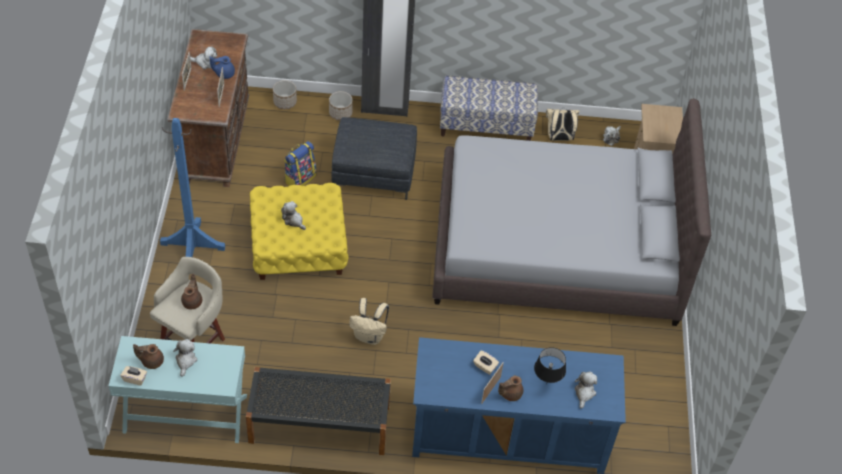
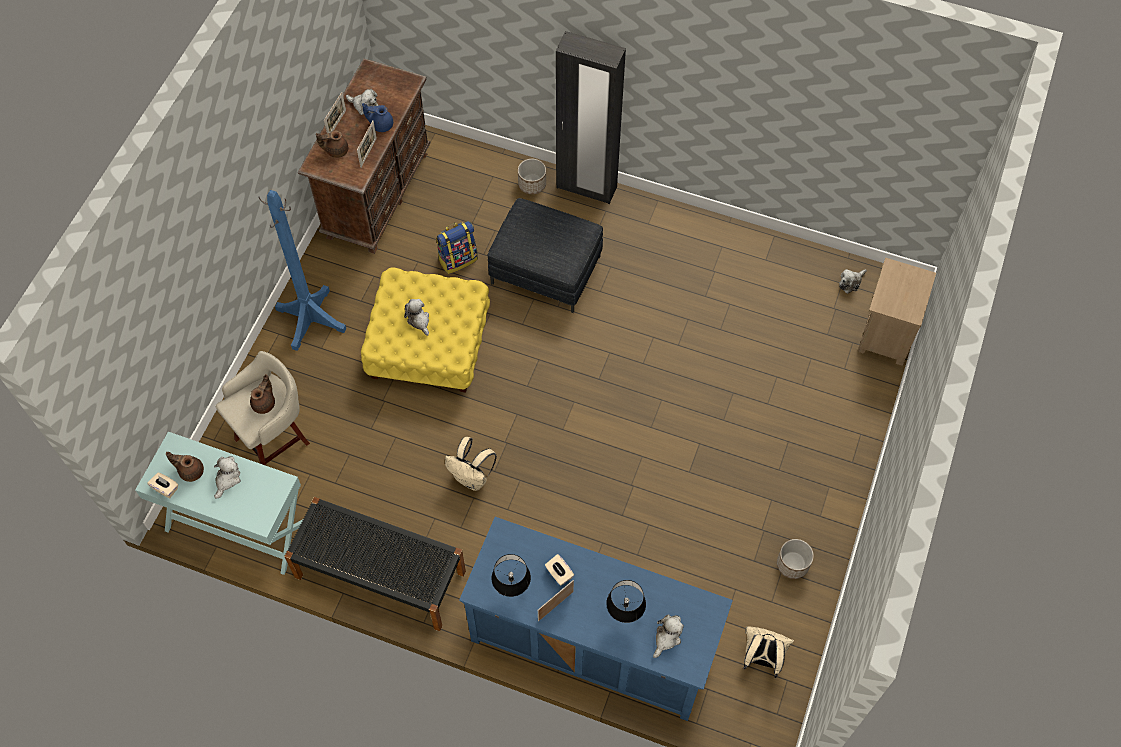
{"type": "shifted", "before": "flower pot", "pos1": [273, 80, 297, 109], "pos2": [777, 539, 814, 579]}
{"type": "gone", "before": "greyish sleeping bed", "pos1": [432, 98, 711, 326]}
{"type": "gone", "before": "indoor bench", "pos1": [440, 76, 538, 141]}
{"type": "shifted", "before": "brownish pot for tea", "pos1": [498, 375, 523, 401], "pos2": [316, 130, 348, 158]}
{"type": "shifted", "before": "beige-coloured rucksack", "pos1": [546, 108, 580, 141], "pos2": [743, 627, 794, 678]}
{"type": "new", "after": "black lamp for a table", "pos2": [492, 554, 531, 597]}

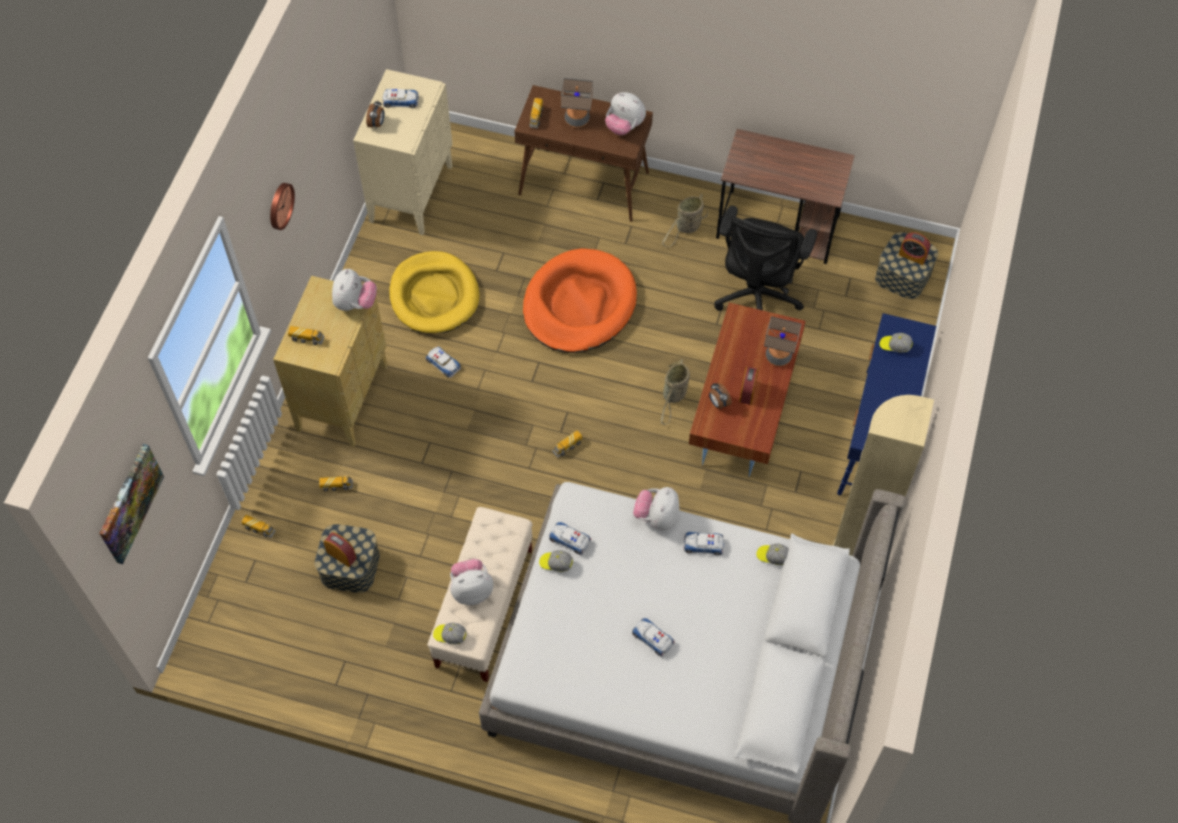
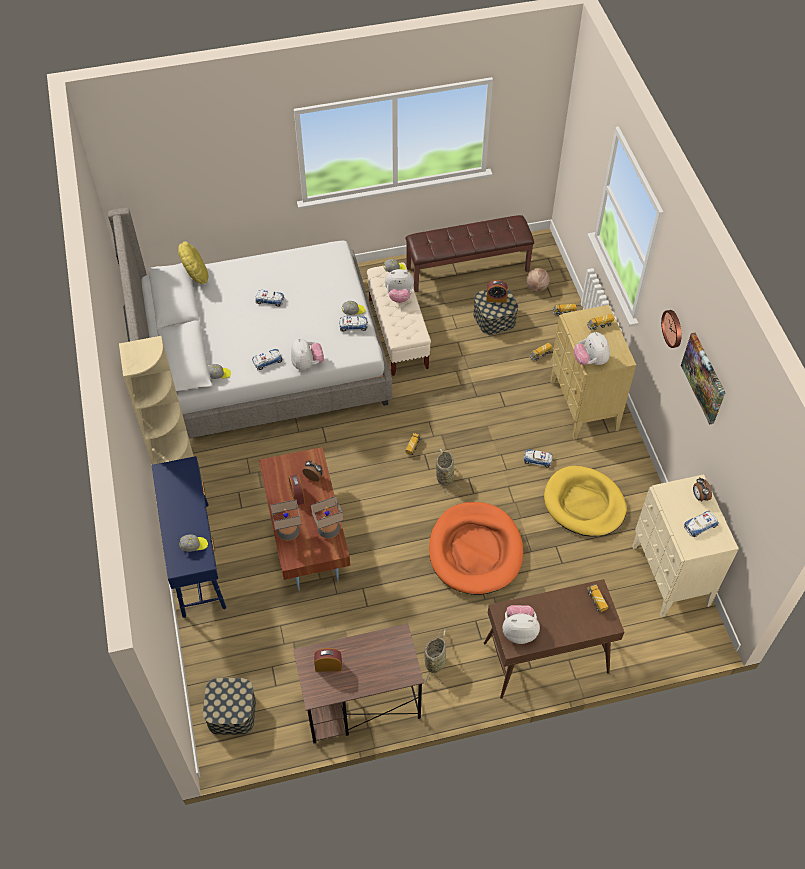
{"type": "shifted", "before": "wall picture", "pos1": [99, 444, 164, 564], "pos2": [681, 333, 725, 425]}
{"type": "rotated", "before": "soft toy", "pos1": [450, 559, 493, 605], "pos2": [385, 269, 414, 303], "turn": 45}
{"type": "shifted", "before": "lamp for a table", "pos1": [561, 78, 593, 128], "pos2": [311, 496, 343, 539]}
{"type": "shifted", "before": "basket", "pos1": [661, 359, 690, 425], "pos2": [436, 448, 462, 496]}
{"type": "gone", "before": "black computer chair", "pos1": [714, 206, 817, 311]}
{"type": "shifted", "before": "bedside clock", "pos1": [899, 232, 930, 265], "pos2": [314, 648, 342, 672]}
{"type": "new", "after": "yellow-coloured throw pillow", "pos2": [178, 241, 209, 284]}
{"type": "new", "after": "brownish indoor bench", "pos2": [405, 215, 534, 292]}
{"type": "new", "after": "ball for basketball", "pos2": [526, 268, 550, 292]}

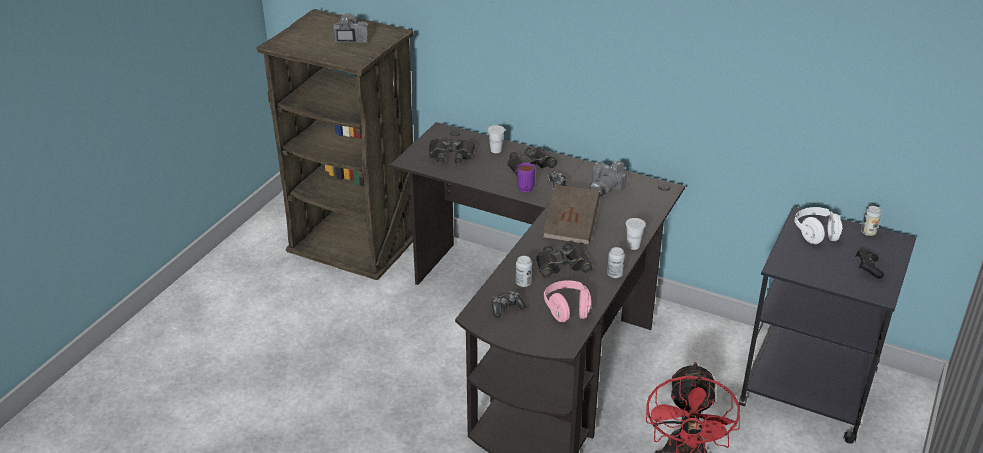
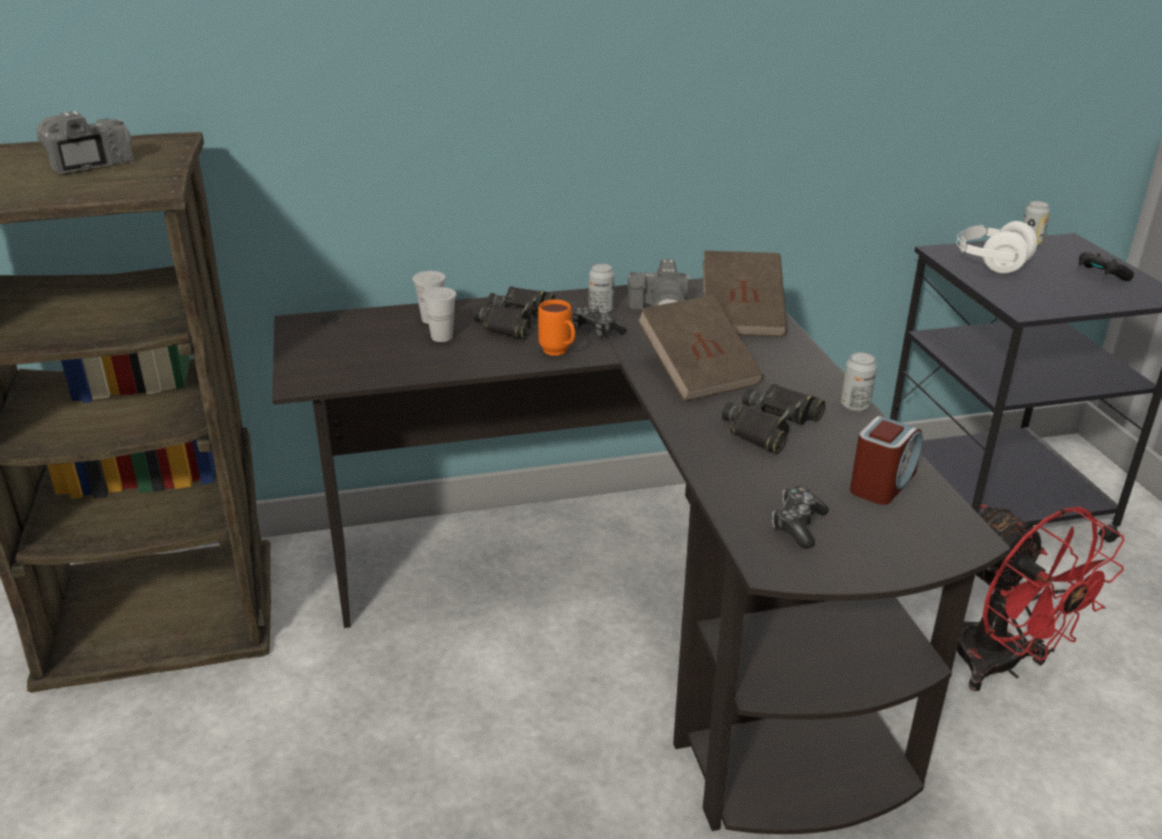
{"type": "gone", "before": "black field glasses", "pos1": [429, 138, 475, 165]}
{"type": "shifted", "before": "can", "pos1": [516, 256, 532, 287], "pos2": [589, 264, 614, 313]}
{"type": "repainted", "before": "purplish coffee mug", "after": "orange-coloured coffee mug", "pos1": [517, 163, 535, 193], "pos2": [538, 300, 575, 356]}
{"type": "swapped", "before": "pink-coloured headset", "after": "bedside clock", "pos1": [544, 280, 591, 322], "pos2": [850, 416, 923, 505]}
{"type": "shifted", "before": "white small cup", "pos1": [626, 218, 646, 250], "pos2": [422, 287, 457, 342]}
{"type": "new", "after": "brownish bound book", "pos2": [703, 251, 787, 337]}

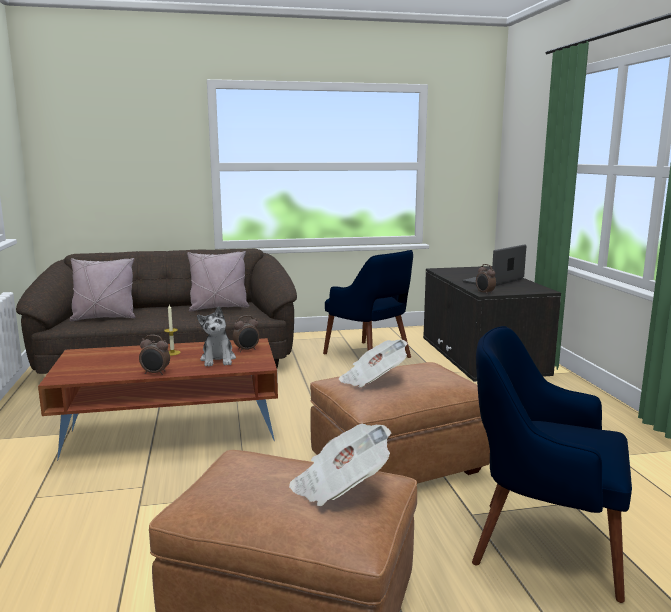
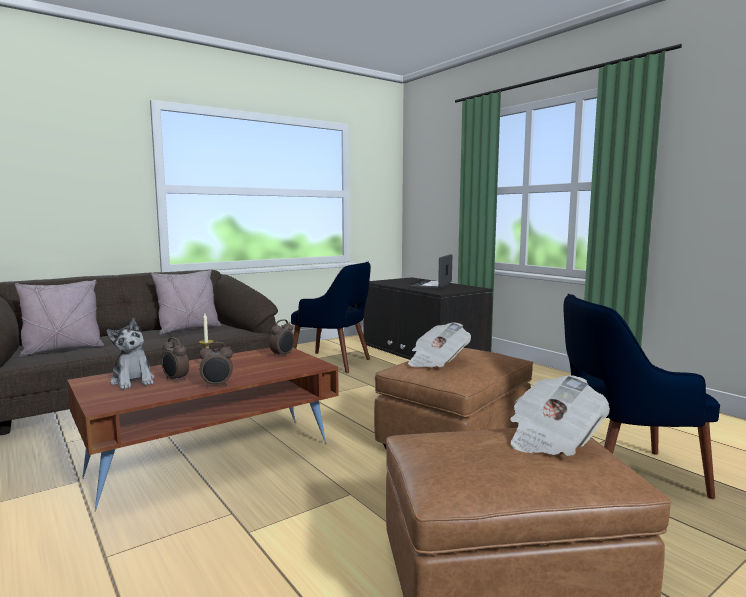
{"type": "shifted", "before": "soft toy", "pos1": [197, 307, 236, 366], "pos2": [107, 318, 155, 389]}
{"type": "shifted", "before": "bedside clock", "pos1": [476, 264, 496, 295], "pos2": [161, 337, 189, 383]}

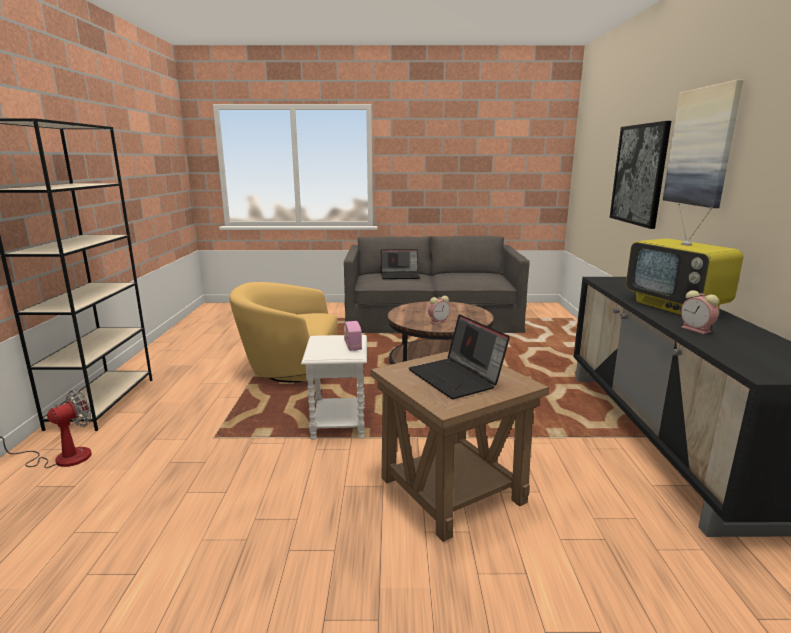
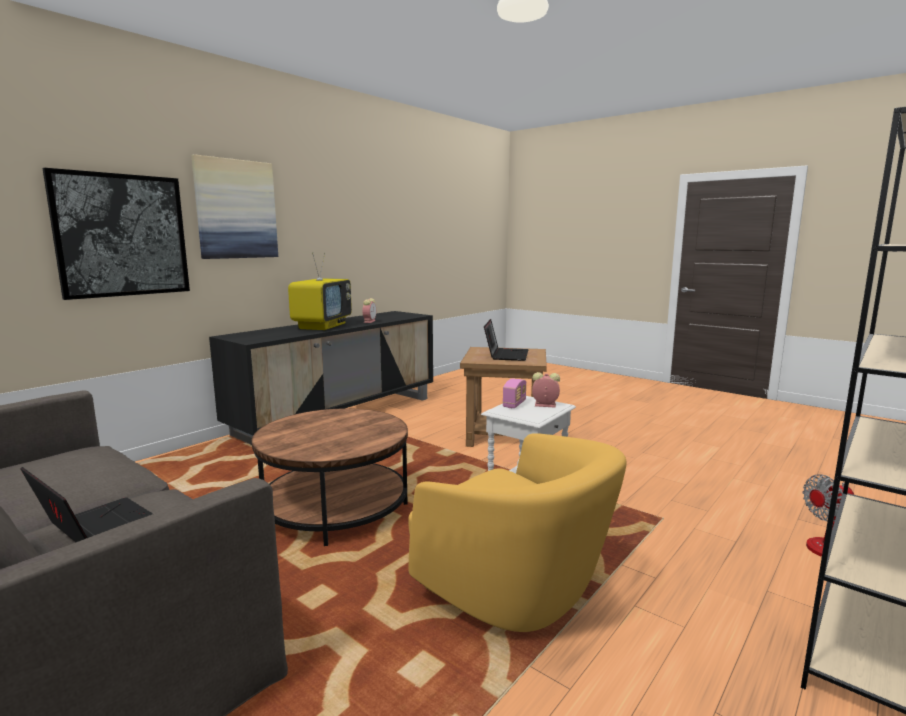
{"type": "shifted", "before": "bedside clock", "pos1": [428, 296, 450, 324], "pos2": [532, 372, 560, 408]}

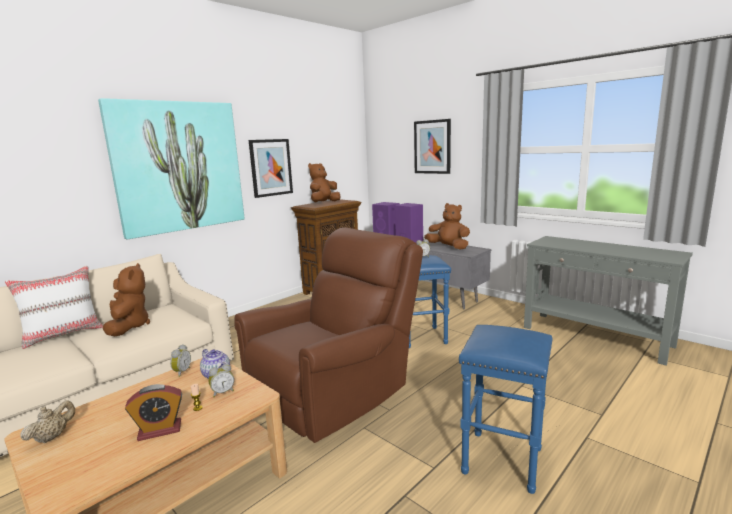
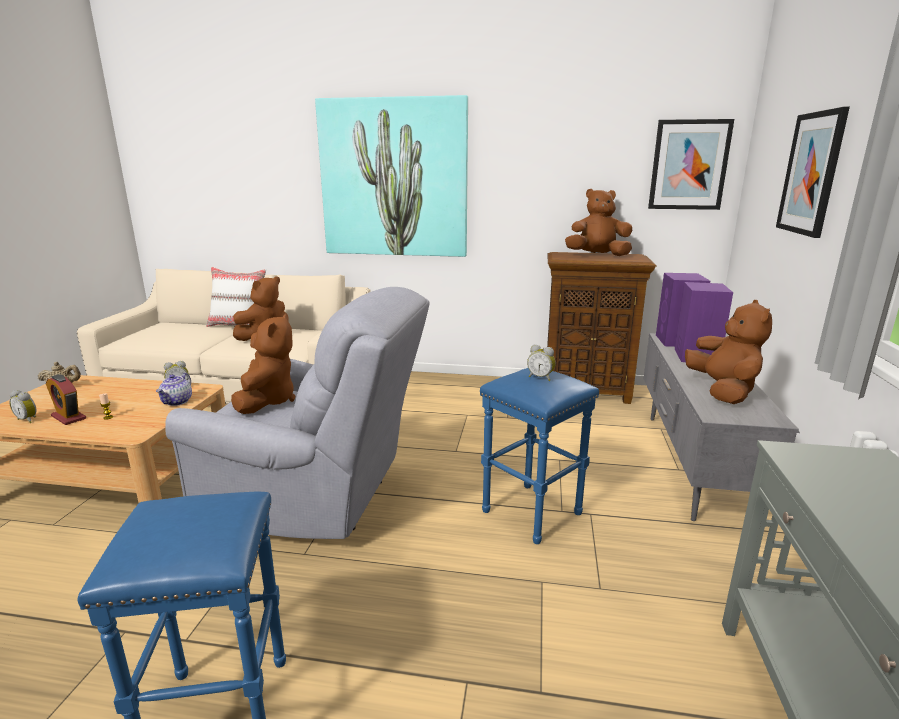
{"type": "shifted", "before": "bedside clock", "pos1": [208, 364, 234, 397], "pos2": [10, 390, 36, 423]}
{"type": "repainted", "before": "brownish armchair", "after": "greyish armchair", "pos1": [234, 227, 423, 443], "pos2": [165, 287, 429, 539]}
{"type": "shifted", "before": "wall picture", "pos1": [249, 139, 293, 198], "pos2": [648, 119, 734, 210]}
{"type": "new", "after": "brownish soft toy", "pos2": [231, 314, 295, 414]}

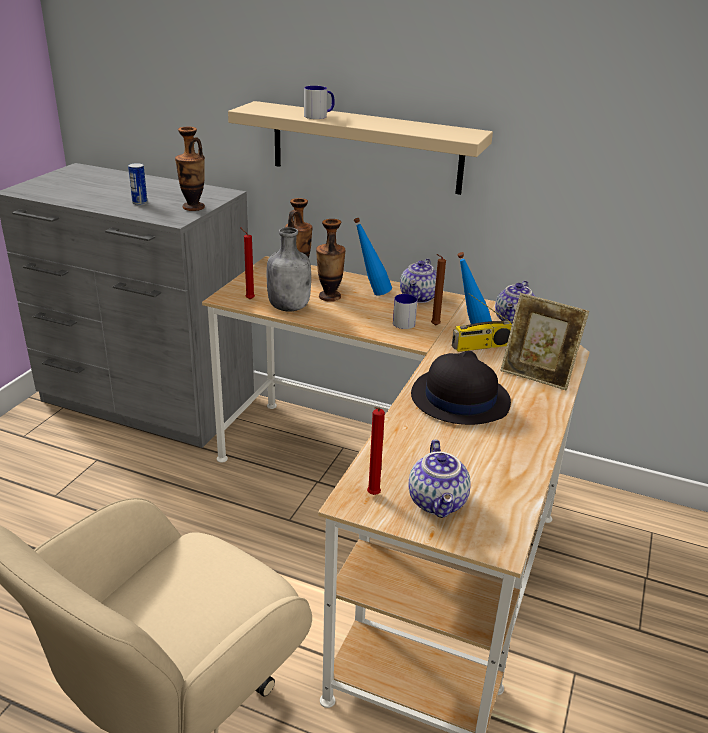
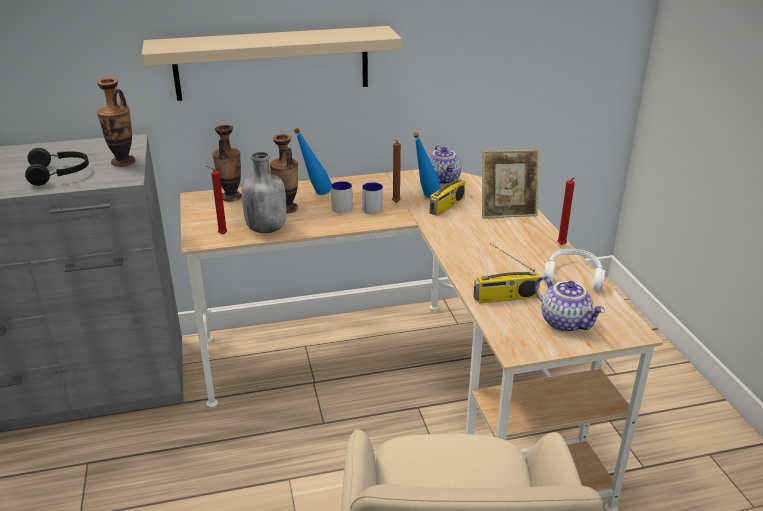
{"type": "swapped", "before": "can", "after": "black headset", "pos1": [128, 163, 148, 205], "pos2": [25, 148, 89, 186]}
{"type": "shifted", "before": "coffee mug", "pos1": [304, 86, 335, 119], "pos2": [331, 181, 352, 213]}
{"type": "shifted", "before": "reddish wax light", "pos1": [367, 407, 385, 495], "pos2": [557, 177, 575, 245]}
{"type": "gone", "before": "pot for tea", "pos1": [400, 259, 437, 303]}
{"type": "gone", "before": "black clothing hat", "pos1": [411, 351, 511, 425]}
{"type": "new", "after": "radio receiver", "pos2": [473, 243, 540, 303]}
{"type": "new", "after": "white headset", "pos2": [543, 249, 605, 291]}

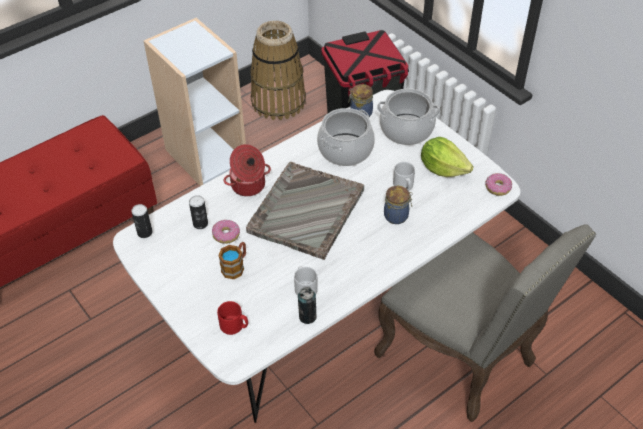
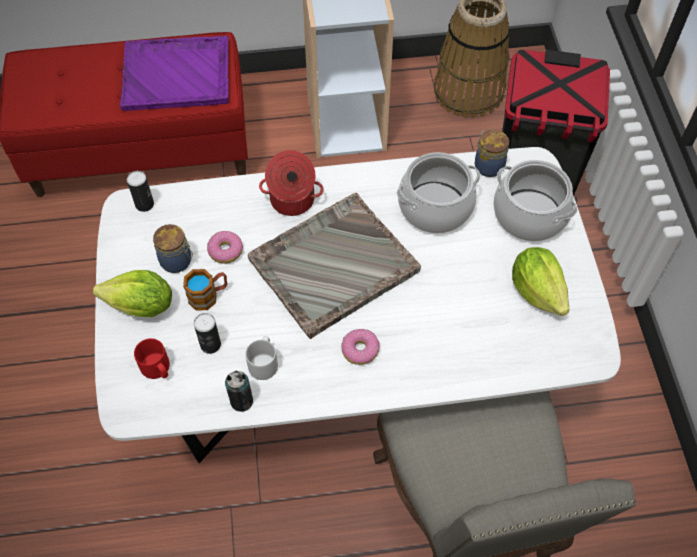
{"type": "shifted", "before": "can", "pos1": [189, 195, 208, 229], "pos2": [194, 313, 221, 354]}
{"type": "shifted", "before": "storage jar", "pos1": [384, 186, 413, 224], "pos2": [153, 224, 193, 273]}
{"type": "gone", "before": "greyish coffee mug", "pos1": [393, 162, 415, 191]}
{"type": "shifted", "before": "ring doughnut", "pos1": [485, 173, 512, 196], "pos2": [341, 329, 379, 365]}
{"type": "new", "after": "head of lettuce", "pos2": [93, 270, 172, 317]}
{"type": "new", "after": "purplish serving tray", "pos2": [120, 36, 229, 111]}

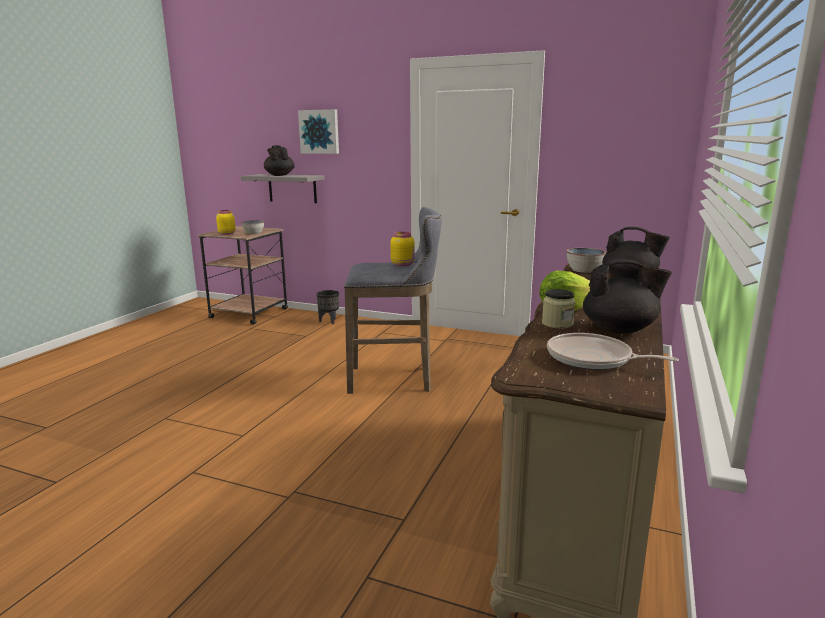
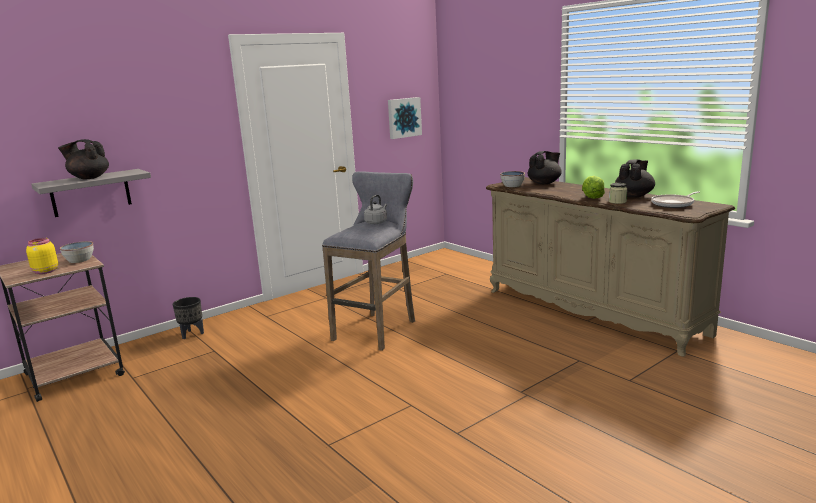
{"type": "shifted", "before": "wall picture", "pos1": [298, 109, 339, 154], "pos2": [388, 97, 422, 139]}
{"type": "swapped", "before": "yellow-coloured storage jar", "after": "greyish tea kettle", "pos1": [391, 232, 415, 266], "pos2": [364, 195, 387, 224]}

